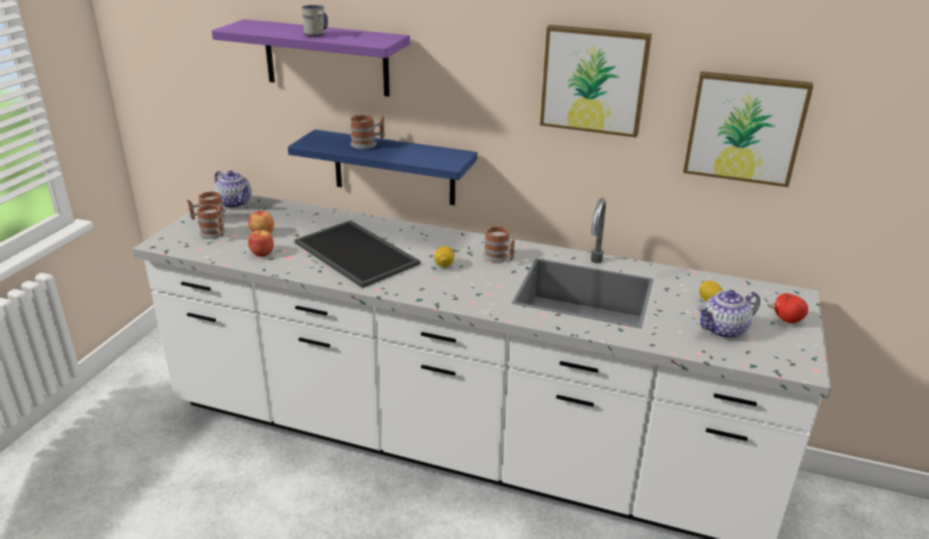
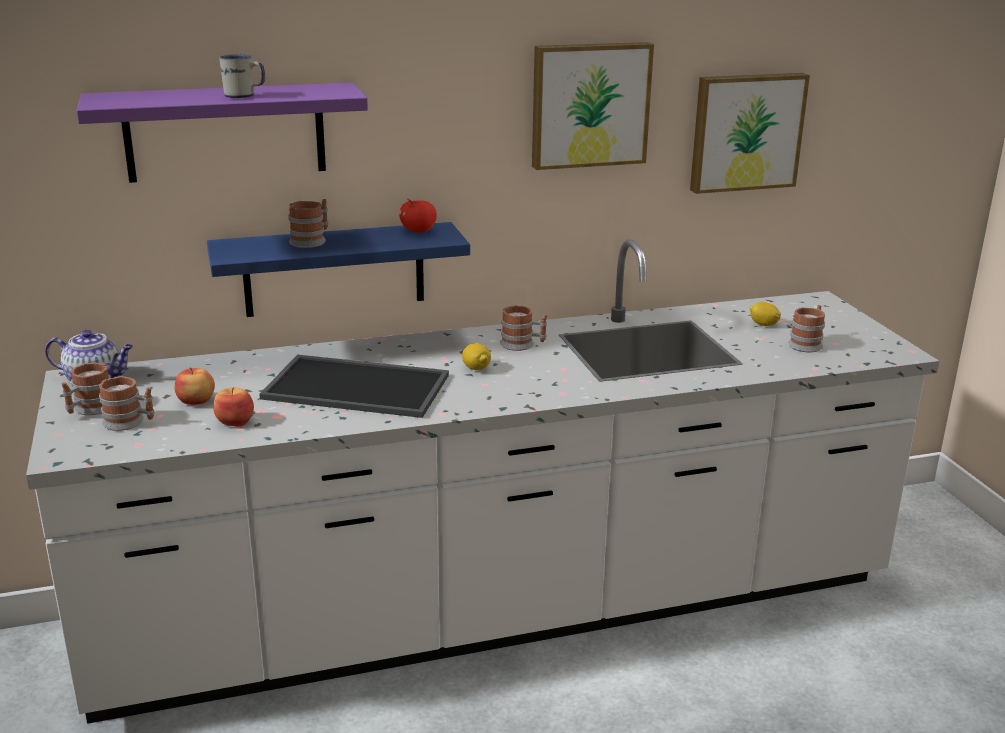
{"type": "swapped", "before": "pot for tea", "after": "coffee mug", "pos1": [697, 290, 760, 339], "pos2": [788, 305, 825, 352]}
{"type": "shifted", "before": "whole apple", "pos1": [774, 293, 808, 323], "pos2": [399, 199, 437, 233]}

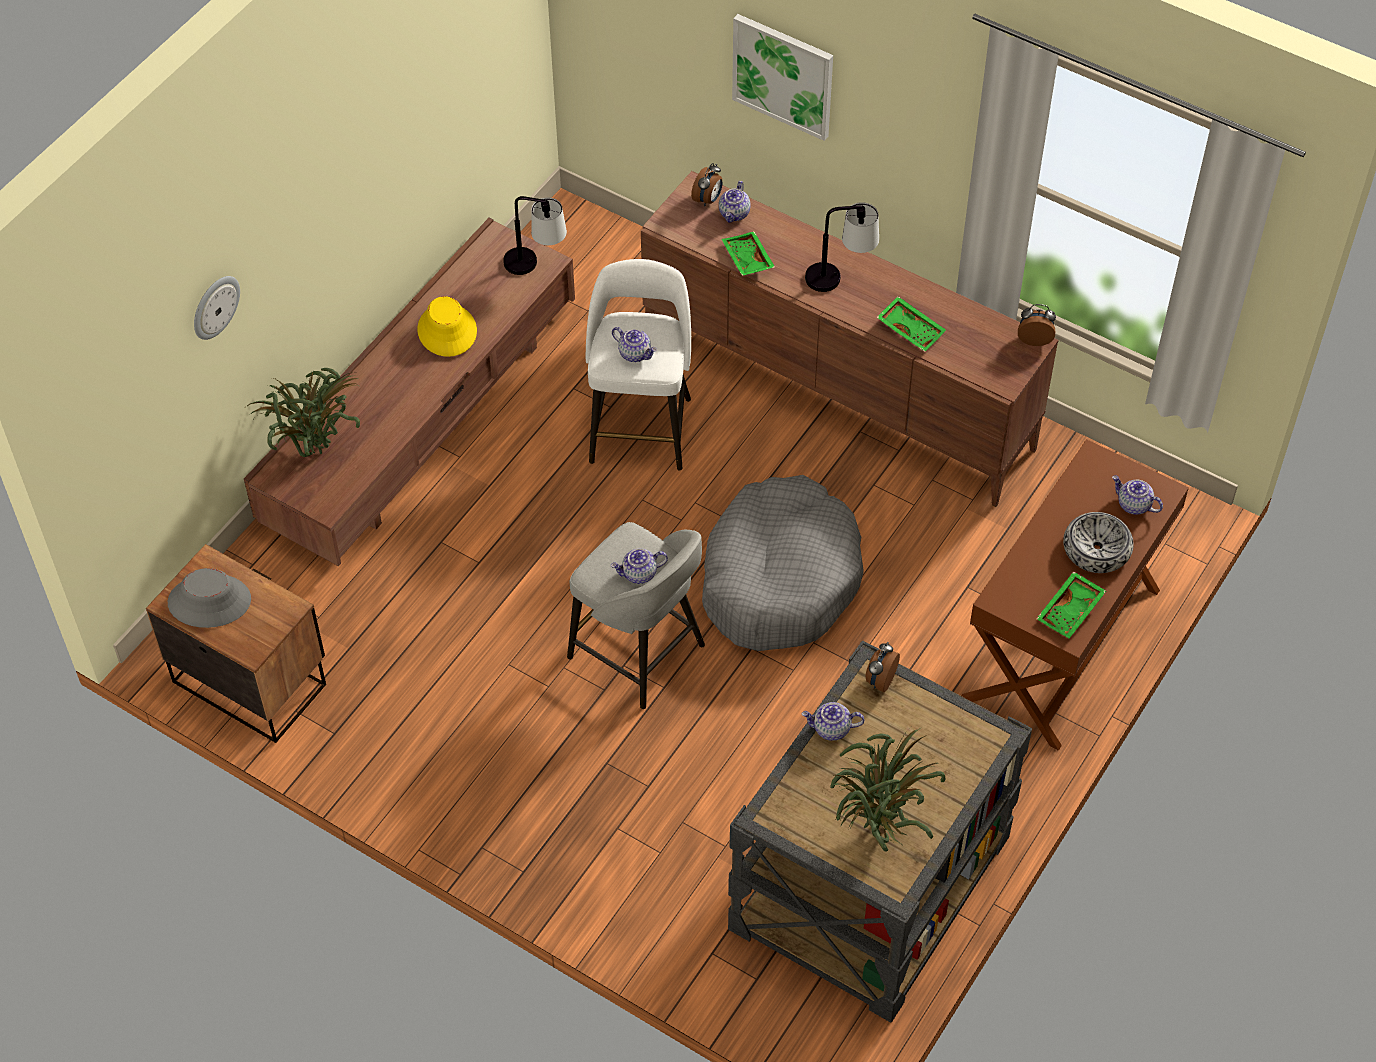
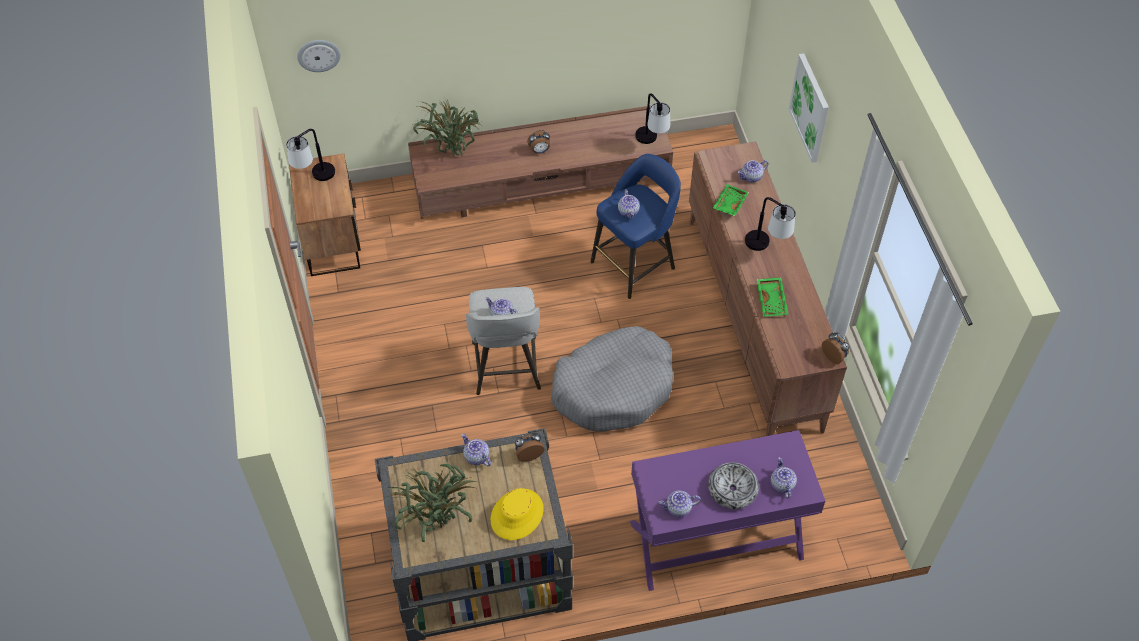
{"type": "swapped", "before": "greyish clothing hat", "after": "lamp for a table", "pos1": [168, 568, 251, 628], "pos2": [286, 129, 335, 181]}
{"type": "shifted", "before": "clock on the wall", "pos1": [194, 276, 240, 340], "pos2": [297, 40, 341, 72]}
{"type": "shifted", "before": "yellow-coloured clothing hat", "pos1": [417, 296, 477, 357], "pos2": [491, 488, 544, 540]}
{"type": "repainted", "before": "white sitting stool", "after": "blue-coloured sitting stool", "pos1": [586, 259, 691, 471], "pos2": [590, 154, 681, 299]}
{"type": "shifted", "before": "bedside clock", "pos1": [691, 163, 723, 206], "pos2": [527, 130, 550, 154]}
{"type": "repainted", "before": "brownish console table", "after": "purplish console table", "pos1": [961, 439, 1189, 751], "pos2": [630, 430, 826, 591]}
{"type": "swapped", "before": "greenish serving tray", "after": "pot for tea", "pos1": [1036, 571, 1106, 638], "pos2": [659, 490, 701, 517]}

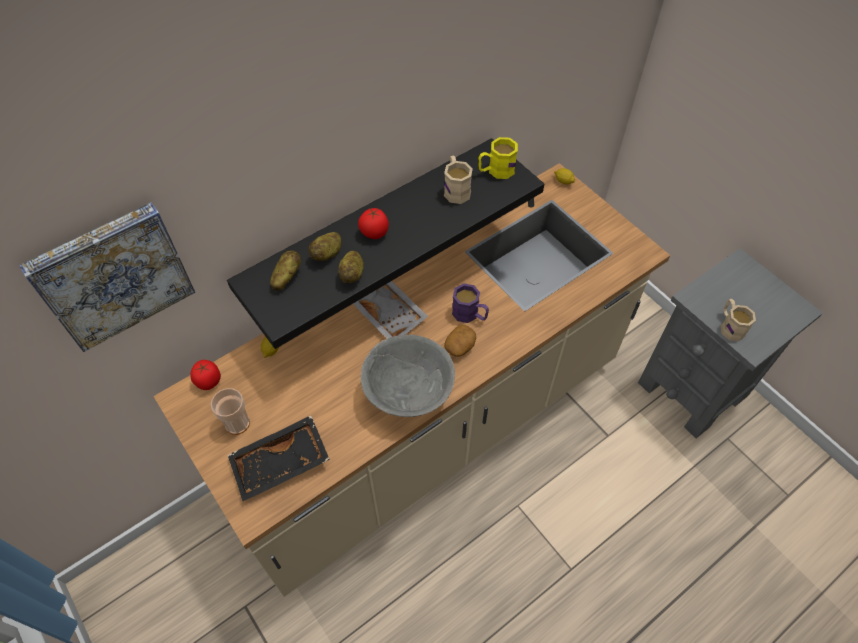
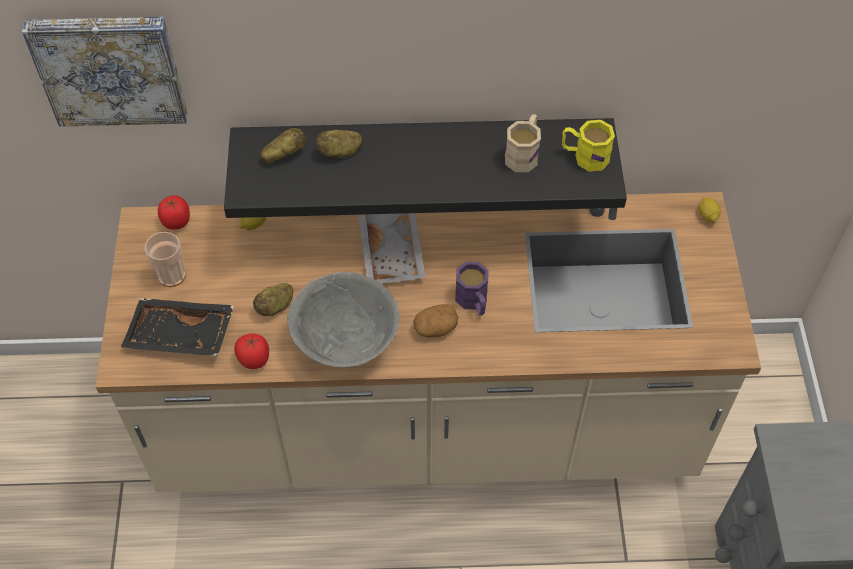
{"type": "shifted", "before": "potato", "pos1": [339, 251, 364, 283], "pos2": [253, 283, 293, 316]}
{"type": "shifted", "before": "fresh tomato", "pos1": [358, 208, 389, 239], "pos2": [234, 333, 269, 369]}
{"type": "gone", "before": "beige-coloured coffee mug", "pos1": [721, 299, 756, 341]}

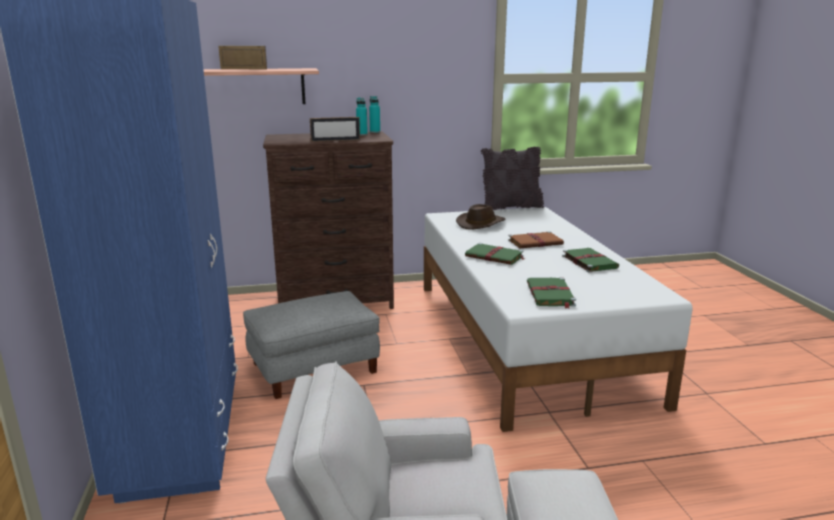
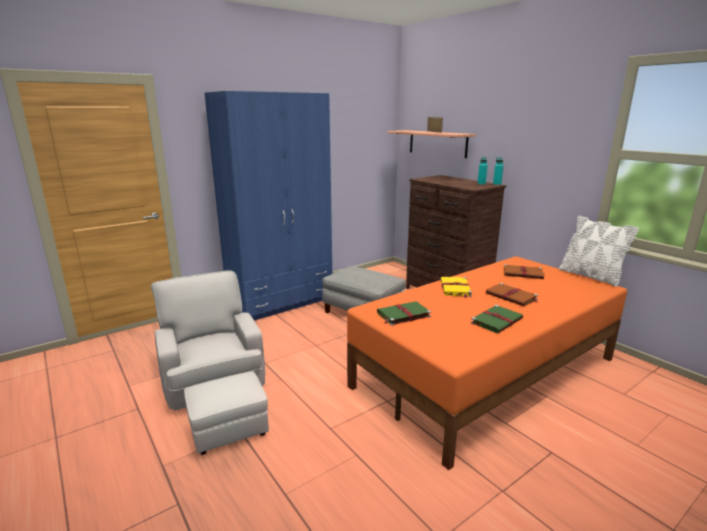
{"type": "gone", "before": "photo frame", "pos1": [310, 117, 360, 142]}
{"type": "repainted", "before": "white sleeping bed", "after": "orange-coloured sleeping bed", "pos1": [424, 207, 693, 432], "pos2": [347, 256, 627, 470]}
{"type": "swapped", "before": "brownish clothing hat", "after": "brownish bound book", "pos1": [456, 204, 505, 229], "pos2": [504, 264, 545, 279]}
{"type": "repainted", "before": "greenish bound book", "after": "yellow-coloured bound book", "pos1": [465, 243, 525, 265], "pos2": [440, 277, 472, 298]}
{"type": "repainted", "before": "black throw pillow", "after": "white throw pillow", "pos1": [481, 147, 544, 210], "pos2": [559, 216, 639, 287]}

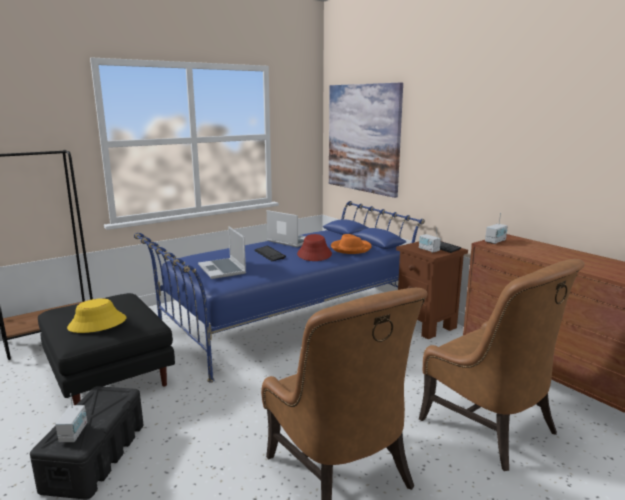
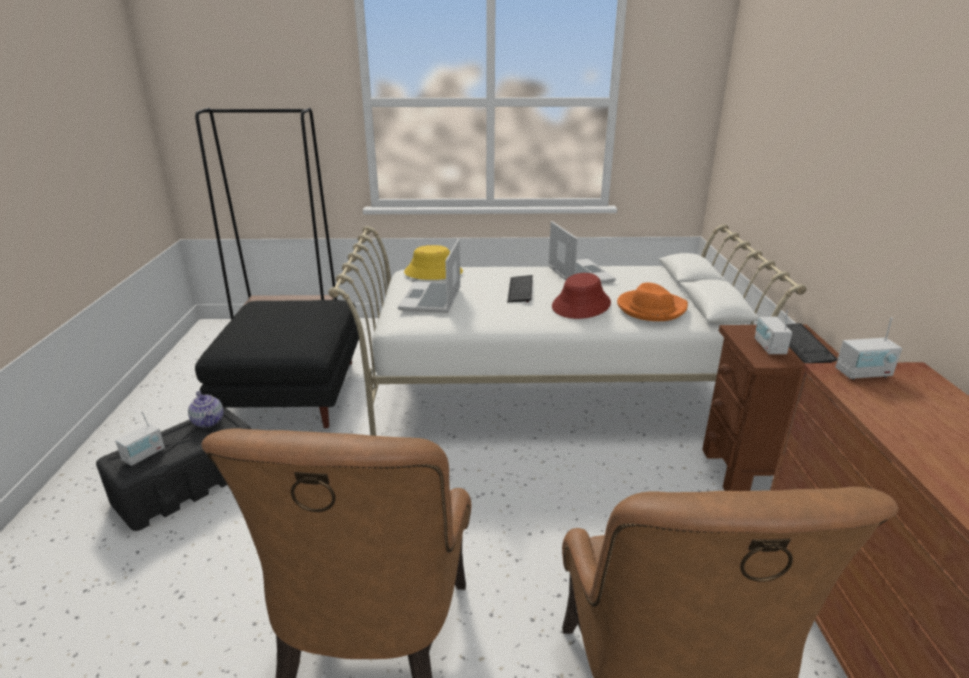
{"type": "shifted", "before": "yellow-coloured clothing hat", "pos1": [67, 298, 126, 333], "pos2": [404, 245, 463, 280]}
{"type": "repainted", "before": "blue-coloured sleeping bed", "after": "white sleeping bed", "pos1": [134, 201, 425, 383], "pos2": [328, 224, 807, 436]}
{"type": "gone", "before": "wall picture", "pos1": [329, 83, 403, 198]}
{"type": "new", "after": "pot for tea", "pos2": [188, 391, 223, 428]}

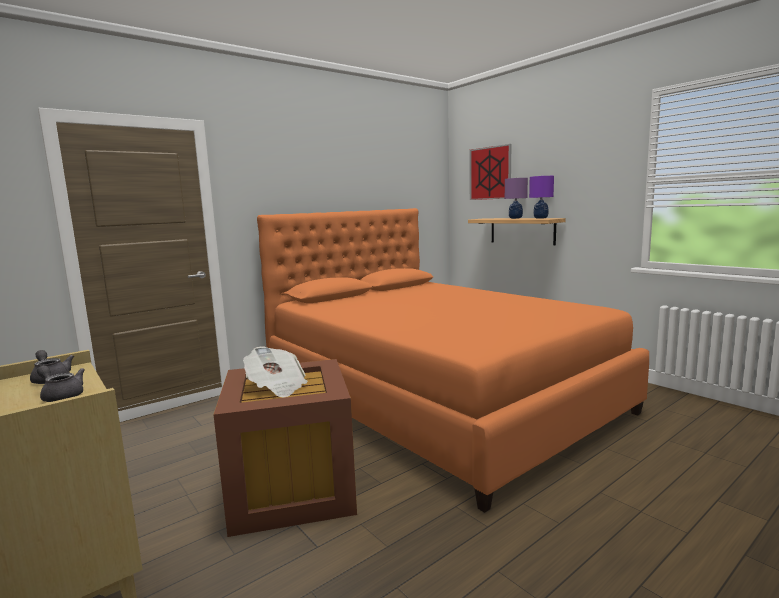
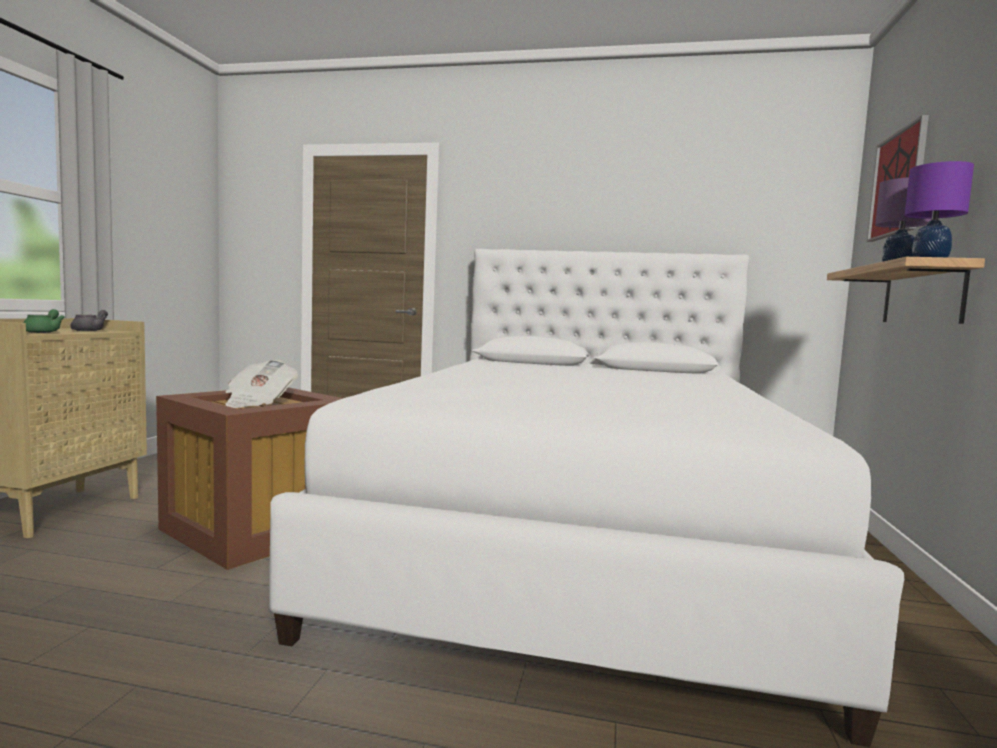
{"type": "repainted", "before": "greyish pot for tea", "after": "greenish pot for tea", "pos1": [37, 365, 85, 402], "pos2": [23, 309, 65, 333]}
{"type": "repainted", "before": "orange-coloured sleeping bed", "after": "white sleeping bed", "pos1": [257, 208, 649, 513], "pos2": [269, 249, 904, 747]}

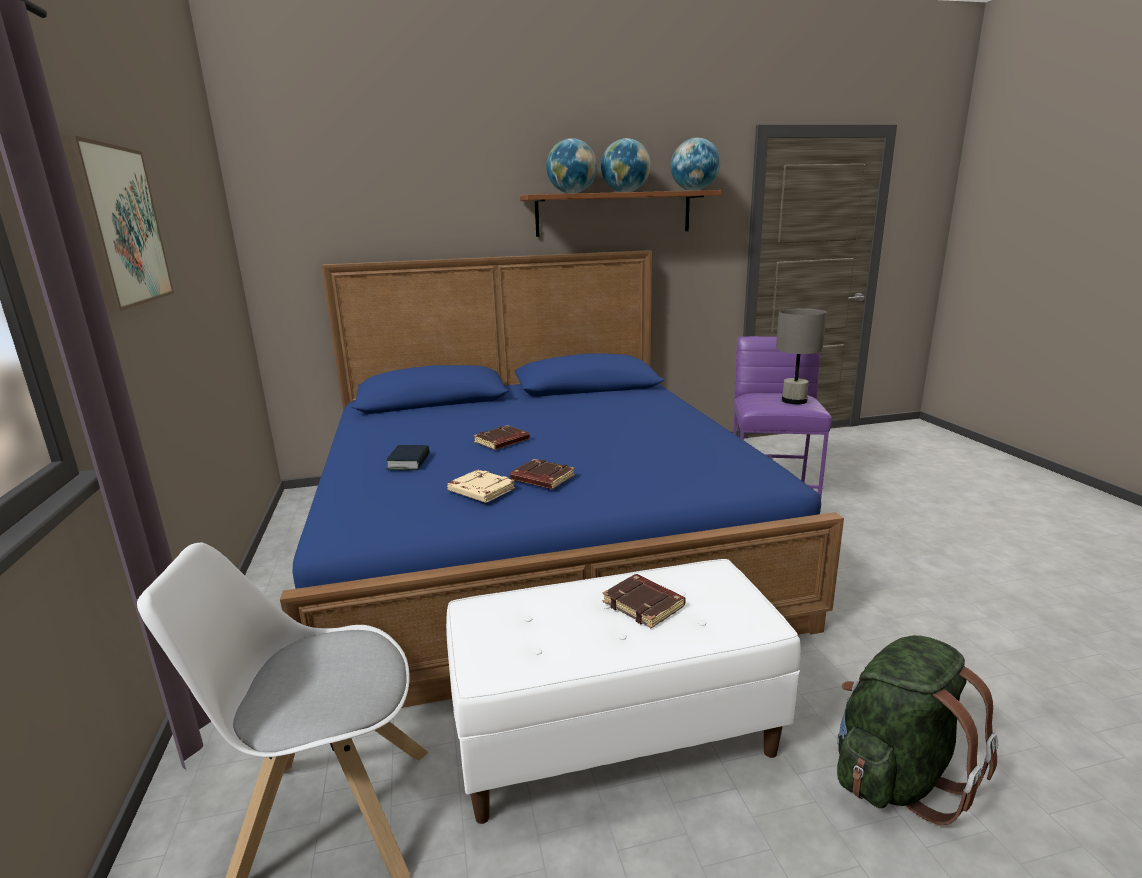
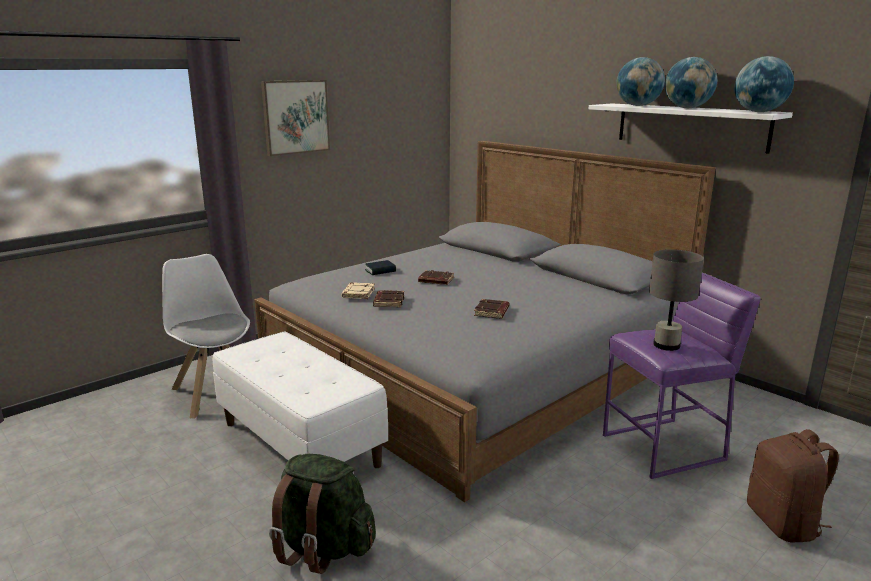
{"type": "repainted", "before": "blue-coloured sleeping bed", "after": "greyish sleeping bed", "pos1": [280, 250, 844, 708], "pos2": [254, 141, 716, 502]}
{"type": "repainted", "before": "brownish wall shelf", "after": "white wall shelf", "pos1": [520, 190, 721, 237], "pos2": [589, 104, 793, 154]}
{"type": "shifted", "before": "brownish bound book", "pos1": [602, 574, 686, 629], "pos2": [474, 299, 509, 319]}
{"type": "new", "after": "brownish rucksack", "pos2": [747, 429, 839, 543]}

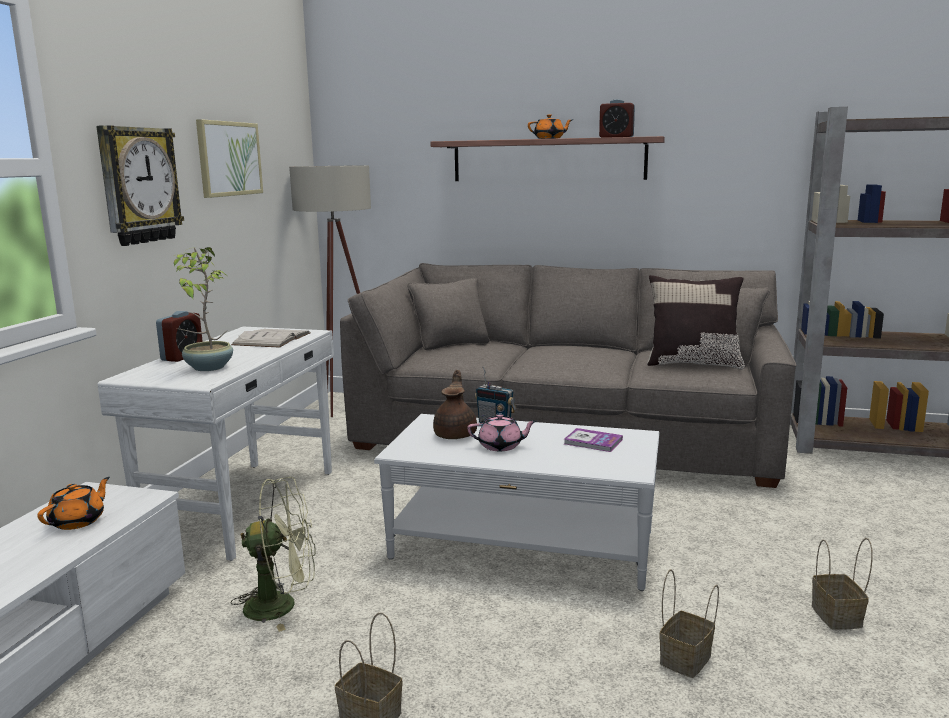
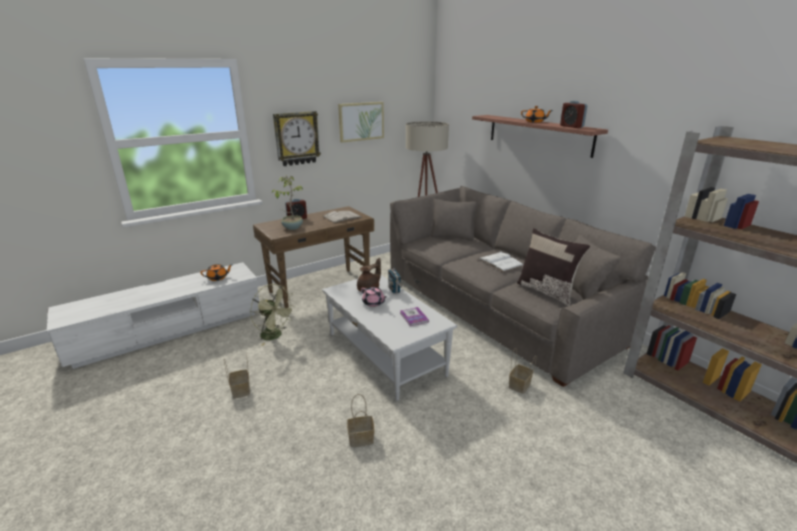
{"type": "repainted", "before": "white console table", "after": "brownish console table", "pos1": [98, 327, 334, 561], "pos2": [253, 206, 374, 308]}
{"type": "shifted", "before": "basket", "pos1": [812, 538, 873, 629], "pos2": [509, 348, 536, 394]}
{"type": "new", "after": "white bound book", "pos2": [479, 252, 523, 272]}

